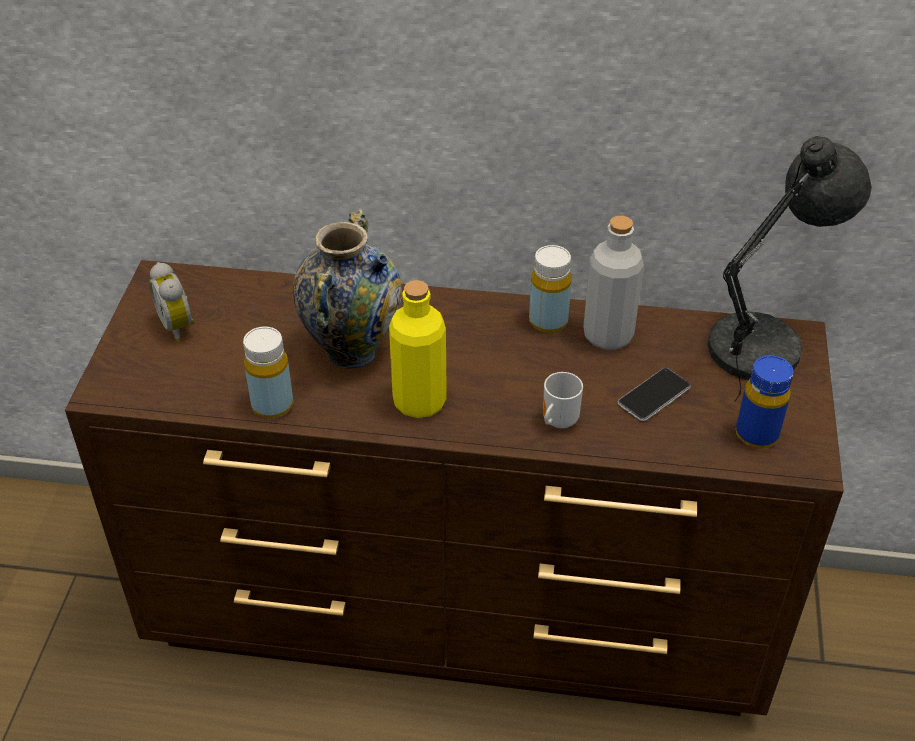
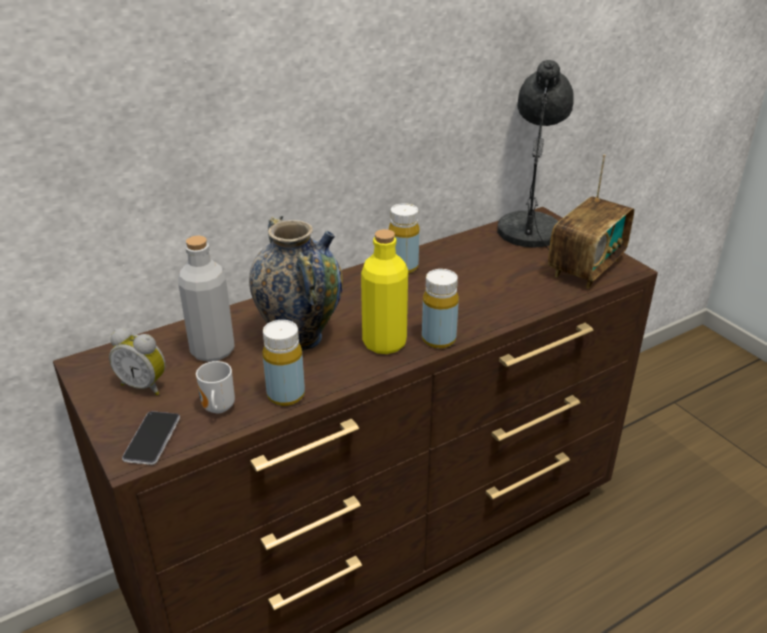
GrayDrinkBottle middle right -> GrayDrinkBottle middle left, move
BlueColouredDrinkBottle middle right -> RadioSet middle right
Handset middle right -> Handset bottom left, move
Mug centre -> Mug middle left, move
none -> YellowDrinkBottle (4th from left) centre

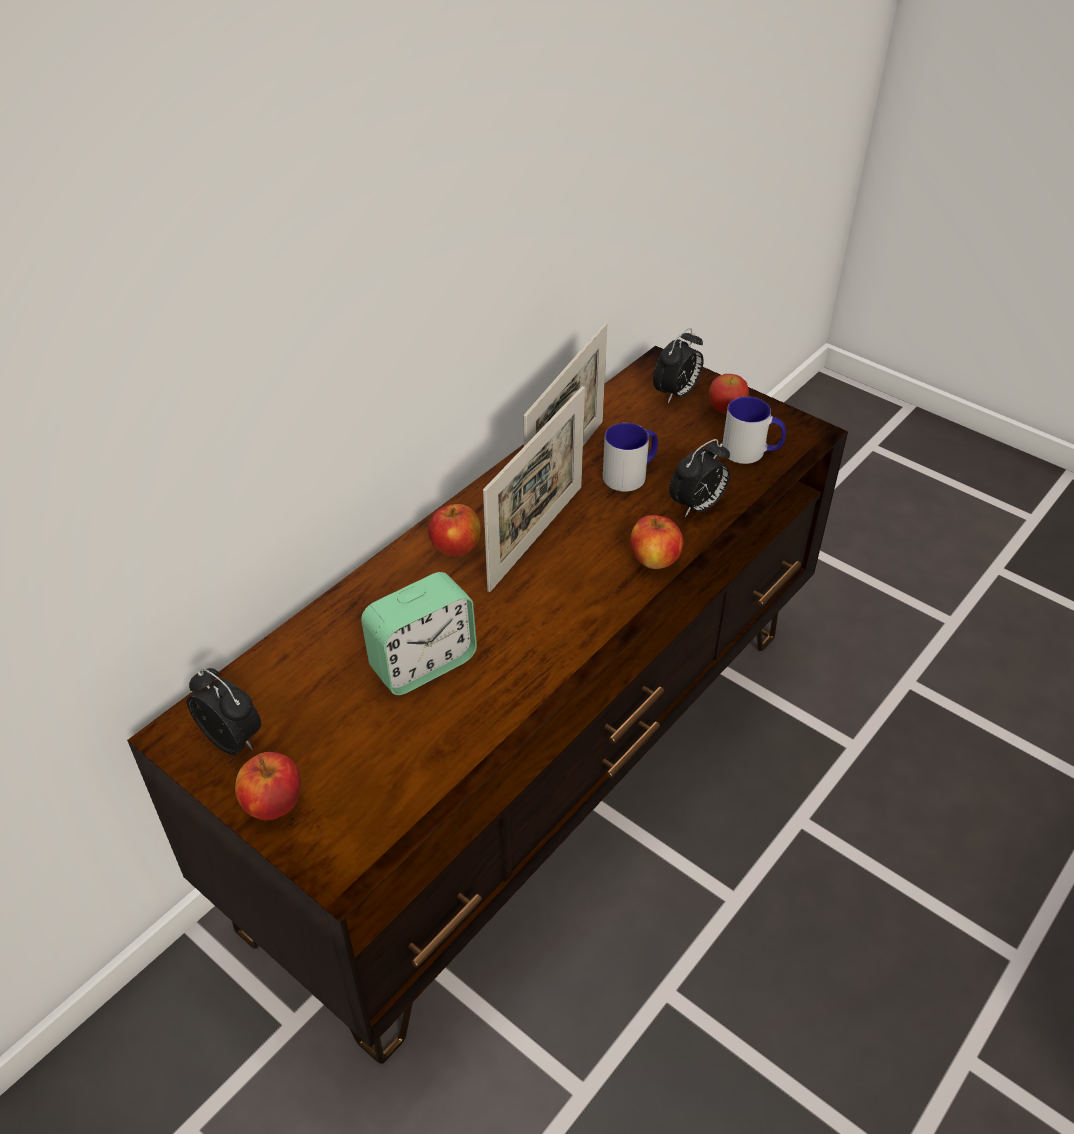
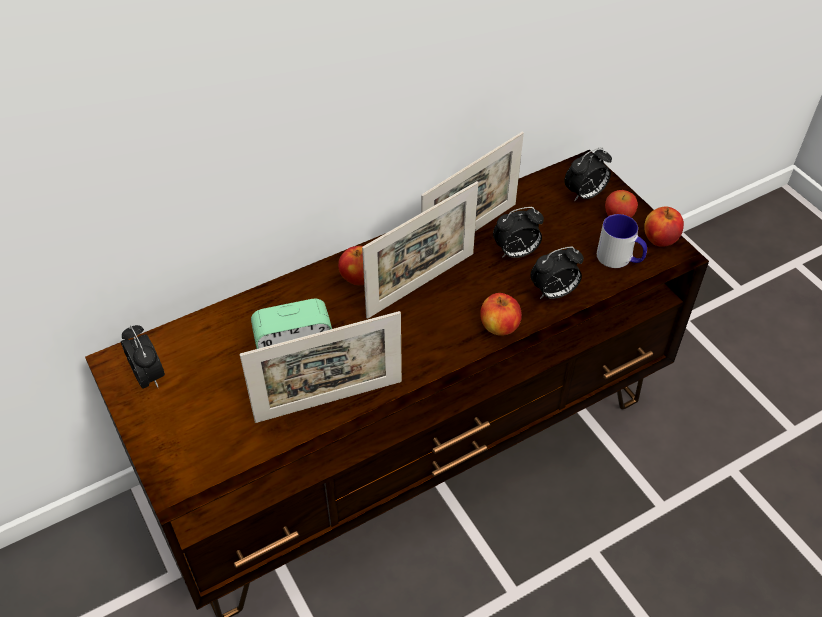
Mug (1st from left) centre -> AlarmClock (3rd from left) centre
WholeApple (1st from left in the first image) bottom left -> WholeApple (4th from left) middle right, move
none -> PictureFrame (1st from left) centre

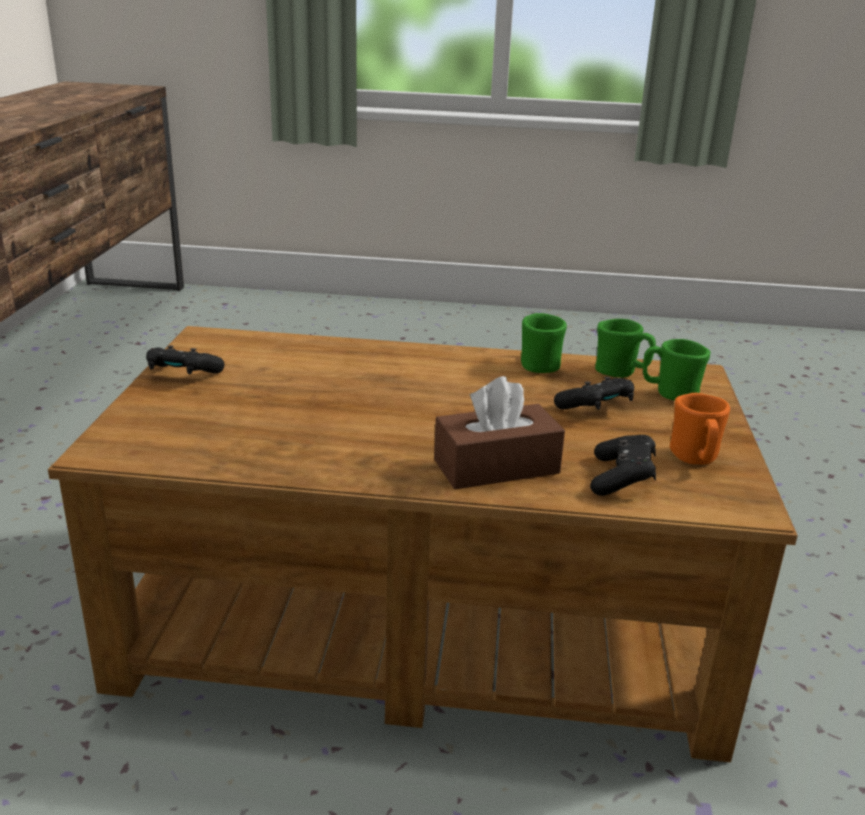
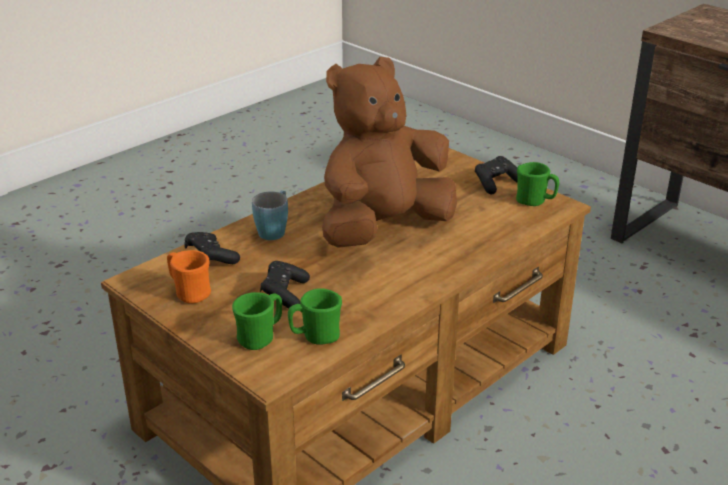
GreenColouredMug (1st from left in the first image) centre -> GreenColouredMug (3rd from left) middle right, move
BrownTissueBox centre -> BlueColouredMug centre
none -> BrownPlushToy top centre

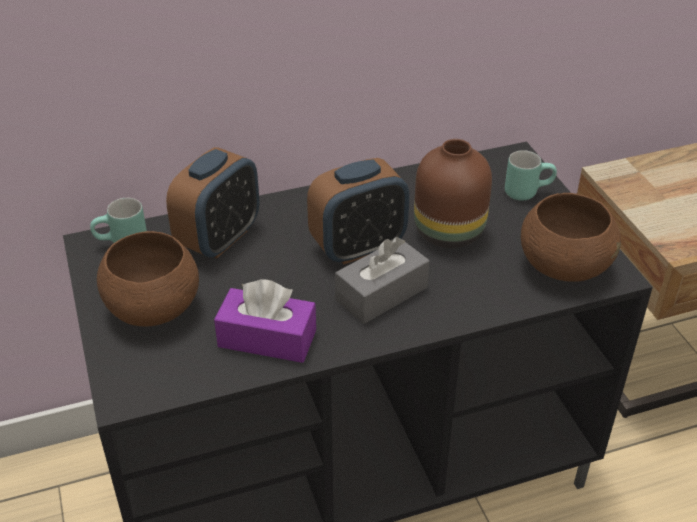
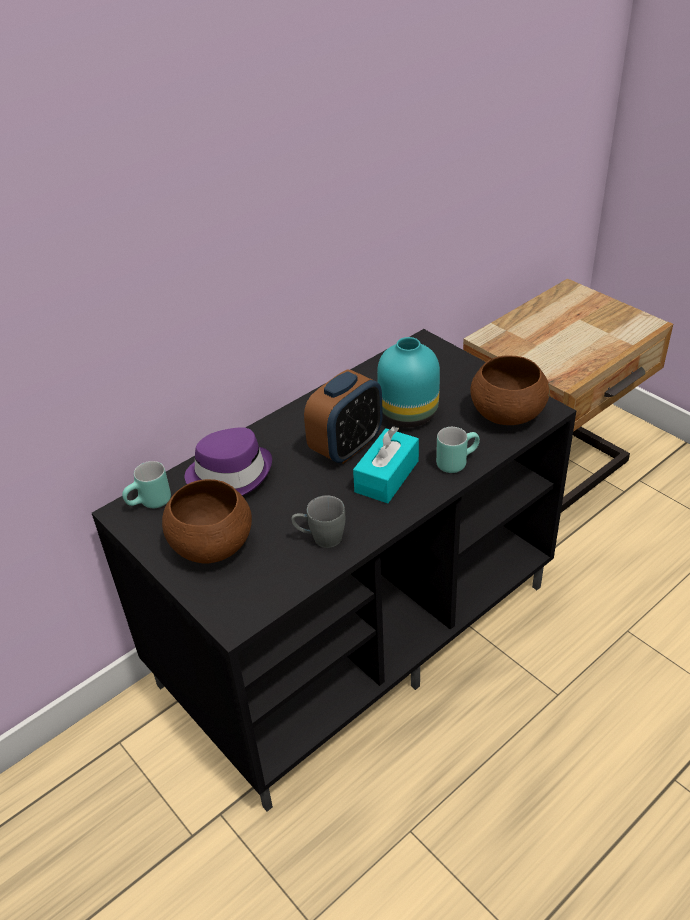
BrownDecorativeVase centre -> TurquoiseColouredDecorativeVase centre
AlarmClock (1st from left) middle left -> PurpleHat middle left
TurquoiseColouredMug (2nd from left) middle right -> TurquoiseColouredMug (2nd from left) centre, move
GrayTissueBox centre -> TurquoiseColouredTissueBox centre
PurpleTissueBox centre -> GrayMug centre

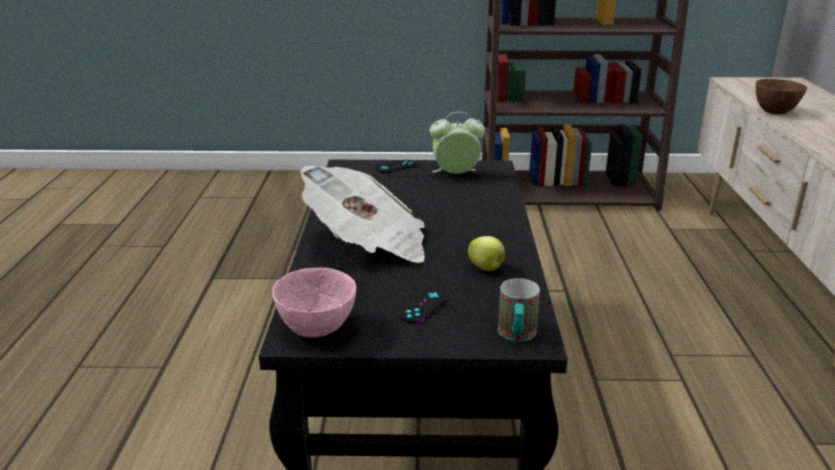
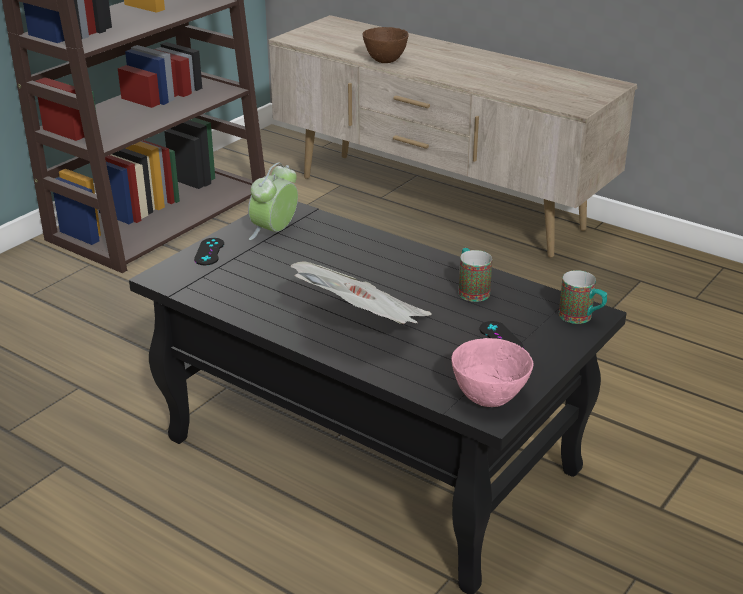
WholeApple centre -> Mug (1st from left) centre

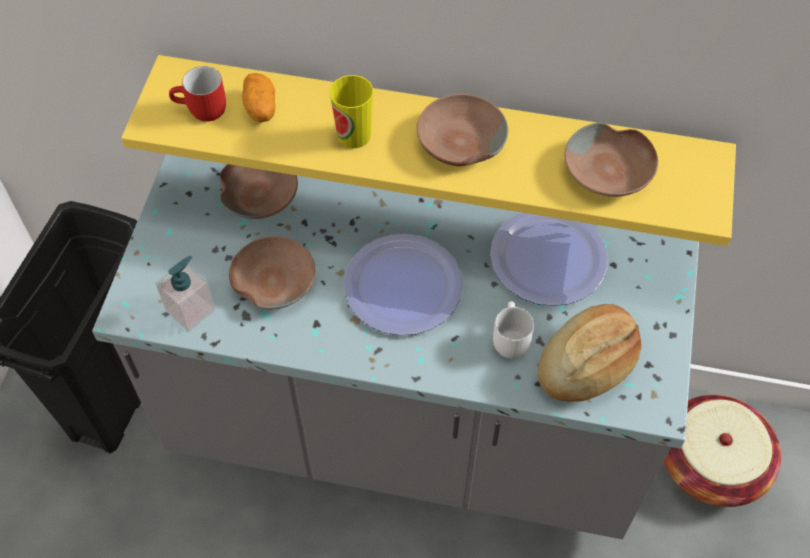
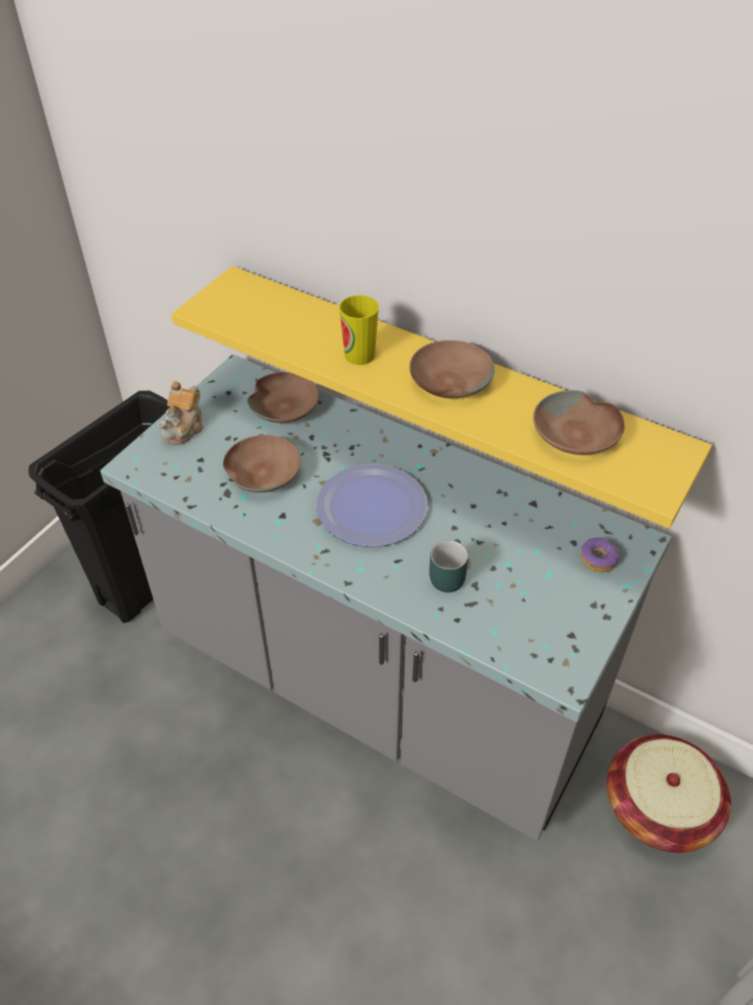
RedColouredMug top left -> none
Spud top left -> none
Plate (2nd from left) middle right -> none
LiquidSoapBottle middle left -> none
WhiteColouredMug centre -> TurquoiseColouredMug centre
BakedBread middle right -> none
none -> Teapot middle left
none -> RingDoughnut middle right

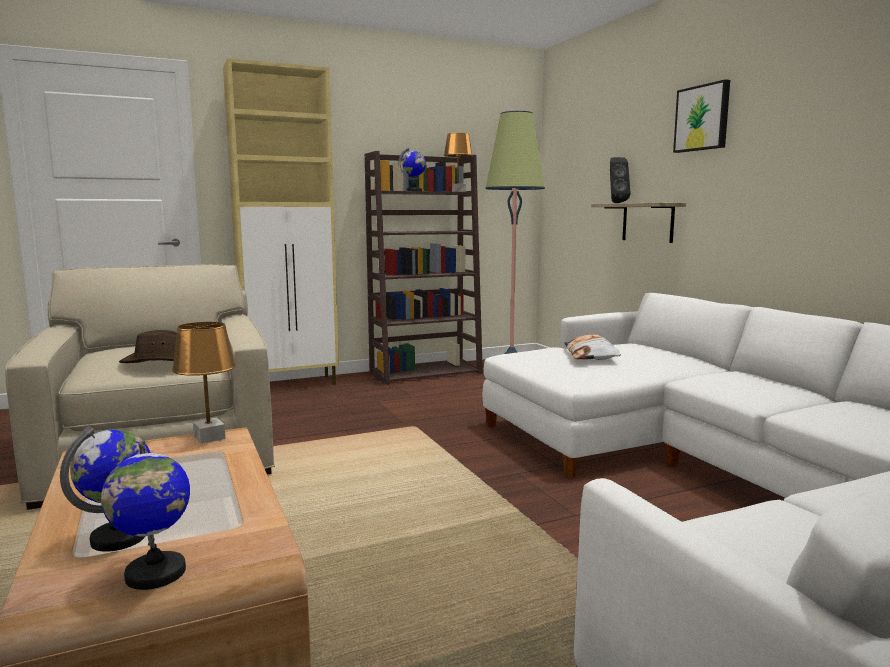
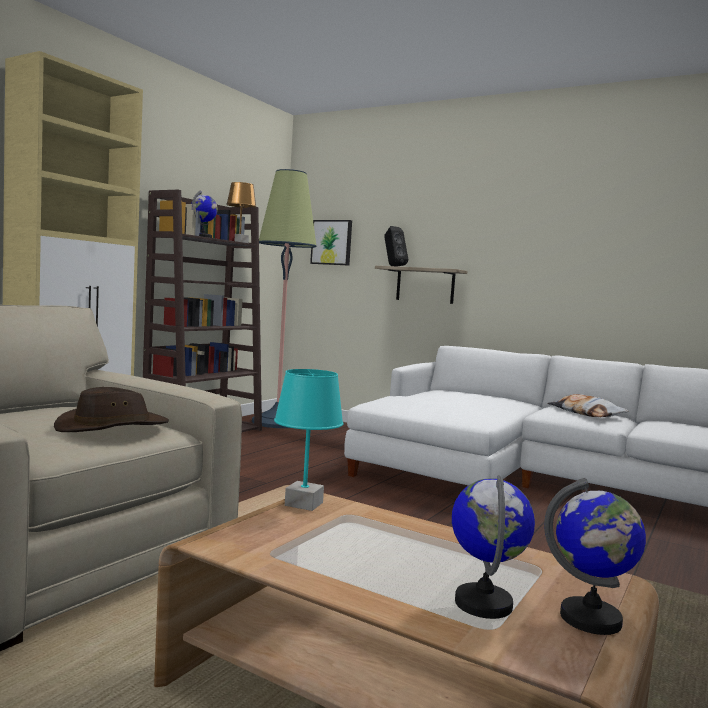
WallPicture top right -> WallPicture centre, move
BrownLampForATable (1st from left) middle left -> TurquoiseColouredLampForATable centre
ThrowPillow centre -> ThrowPillow middle right, move

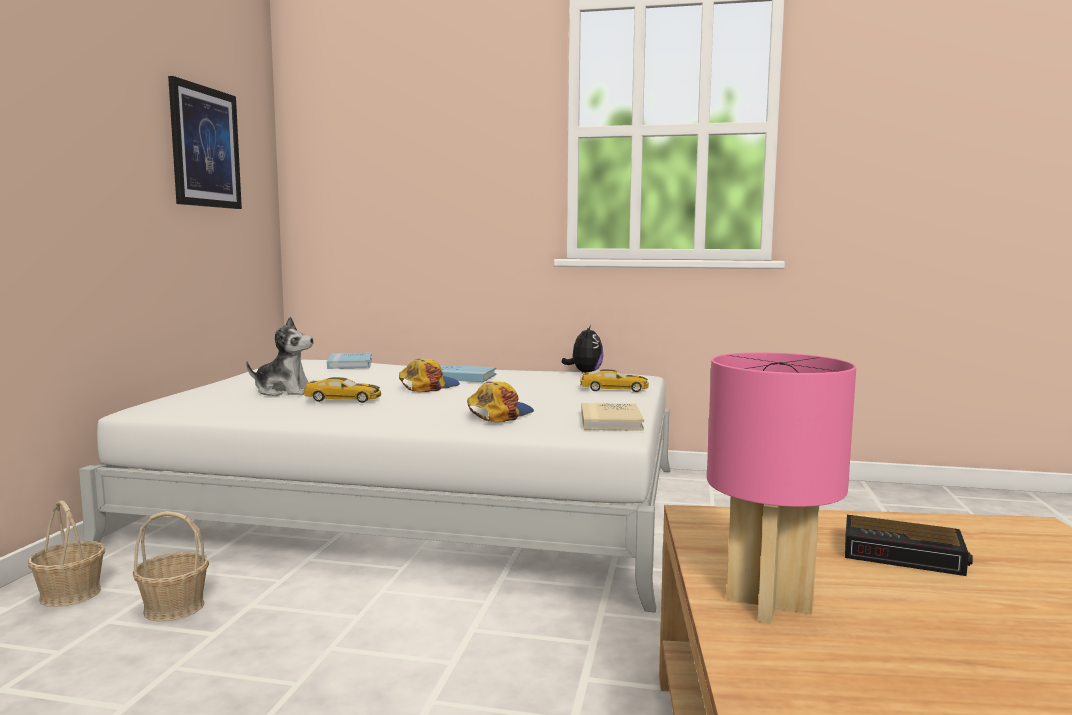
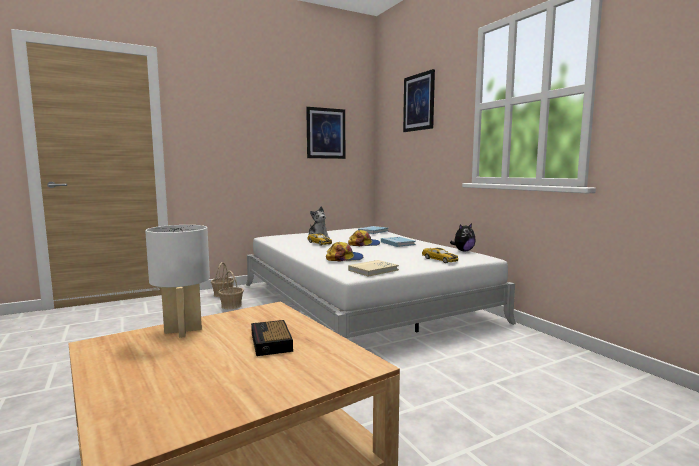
PinkColouredLampForATable bottom right -> WhiteColouredLampForATable middle left
none -> WallPicture (2nd from left) top centre

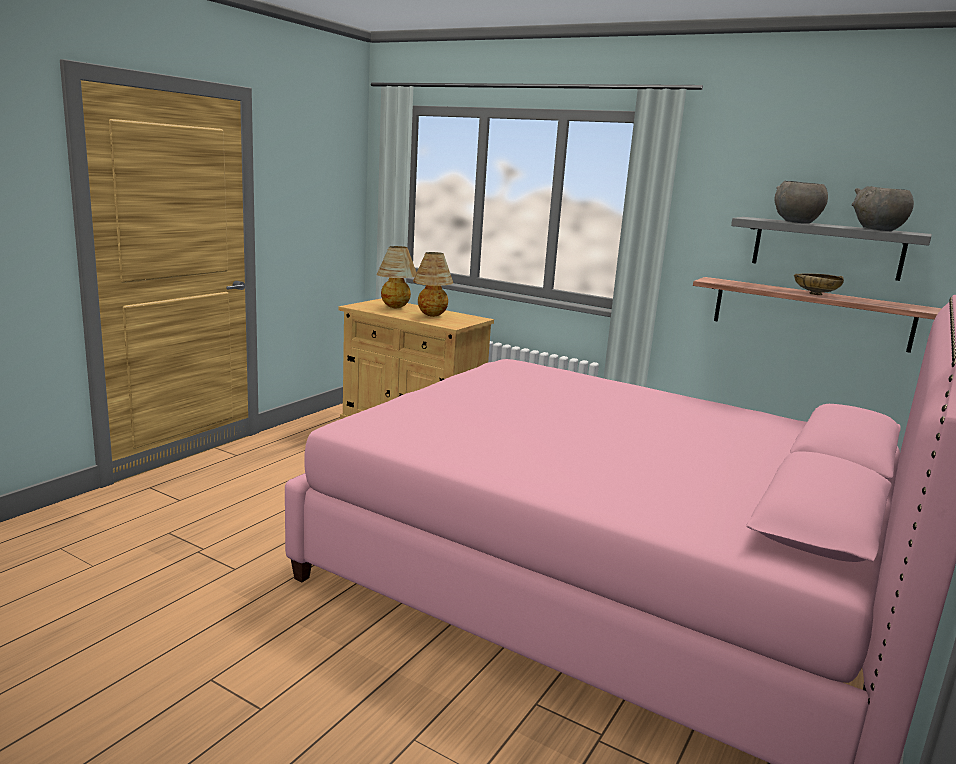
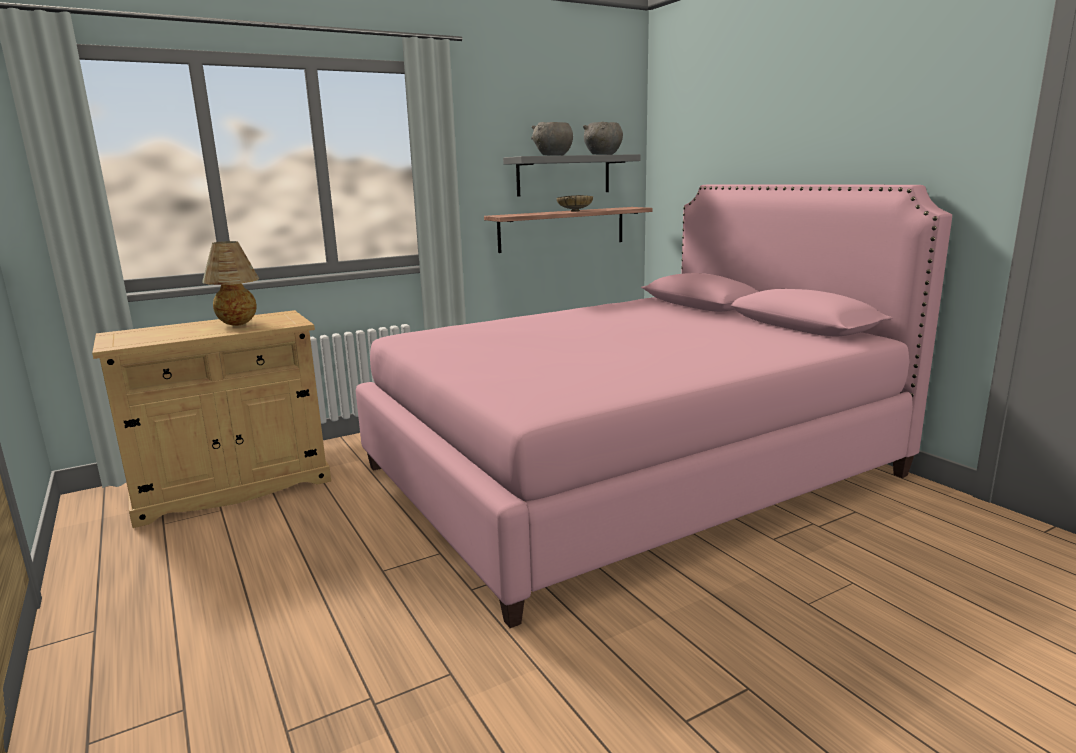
LampForATable (1st from left) centre -> none

